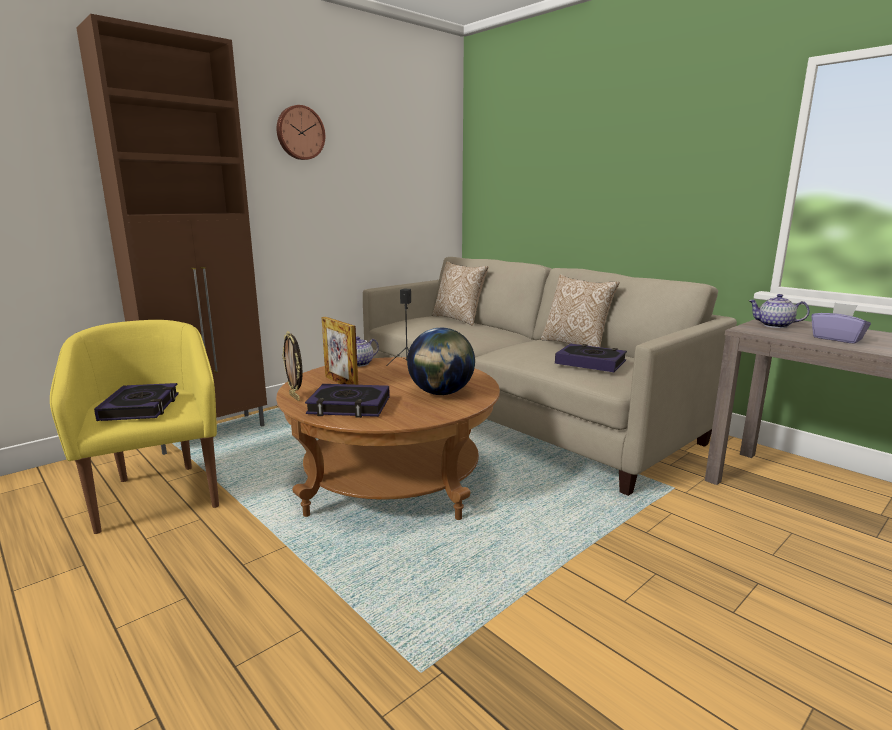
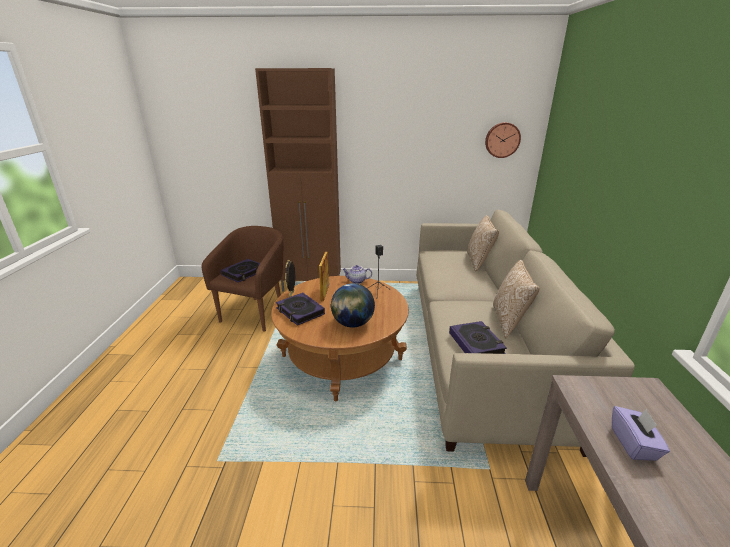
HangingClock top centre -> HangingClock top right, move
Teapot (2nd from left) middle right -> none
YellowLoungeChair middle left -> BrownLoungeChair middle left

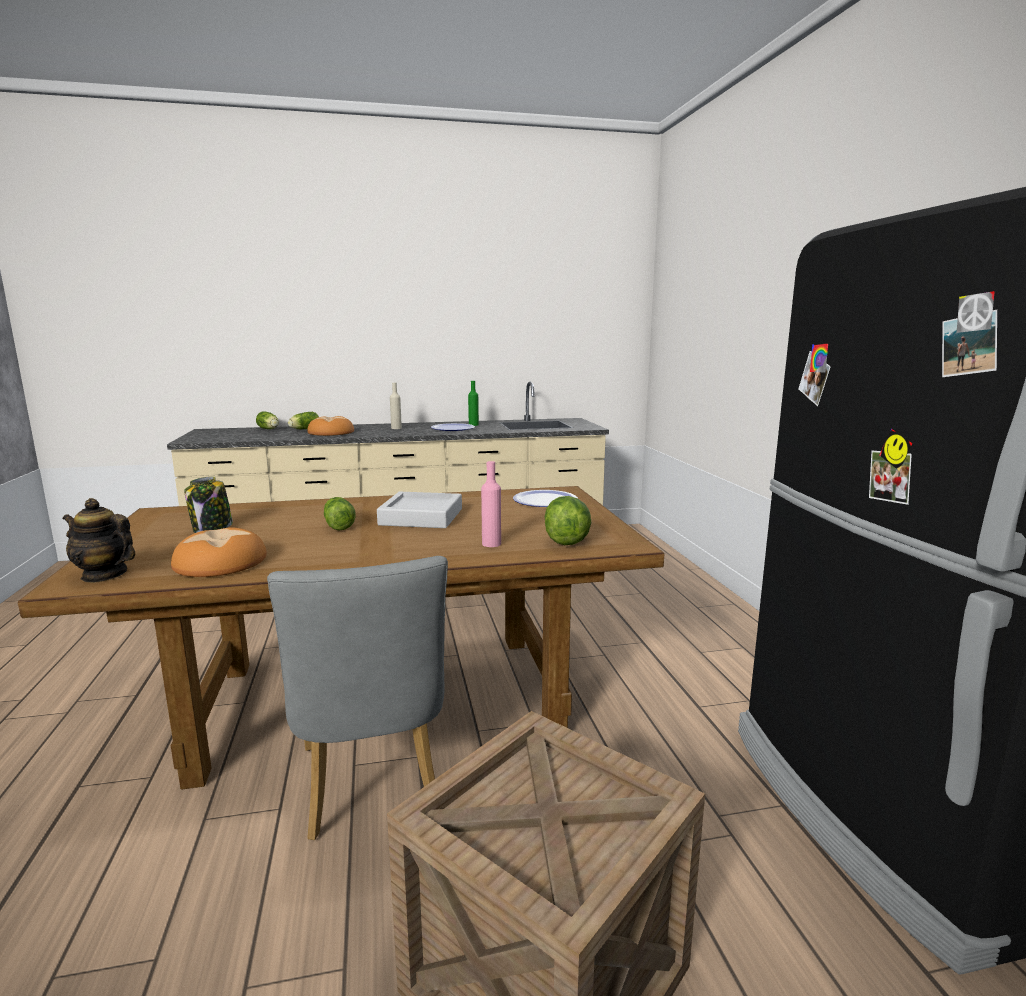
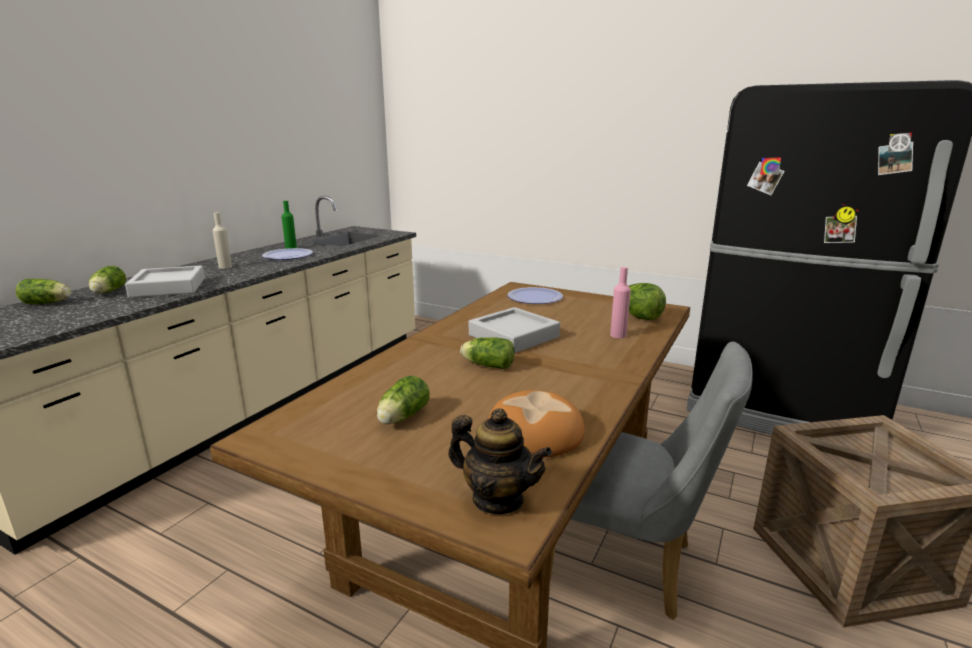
BakedBread (2nd from left) middle left -> GrayServingTray (1st from left) middle left
PreserveJar middle left -> HeadOfLettuce (3rd from left) centre
Teapot middle left -> Teapot bottom centre, 120 degrees counterclockwise

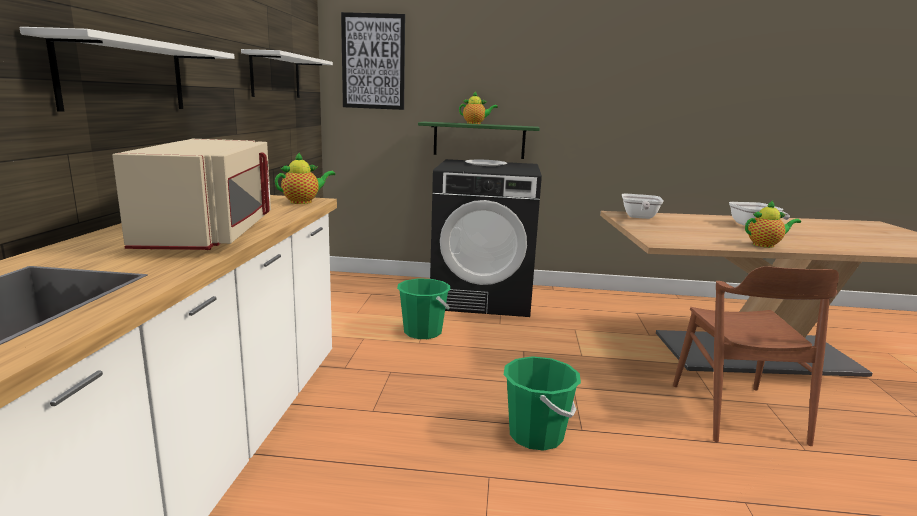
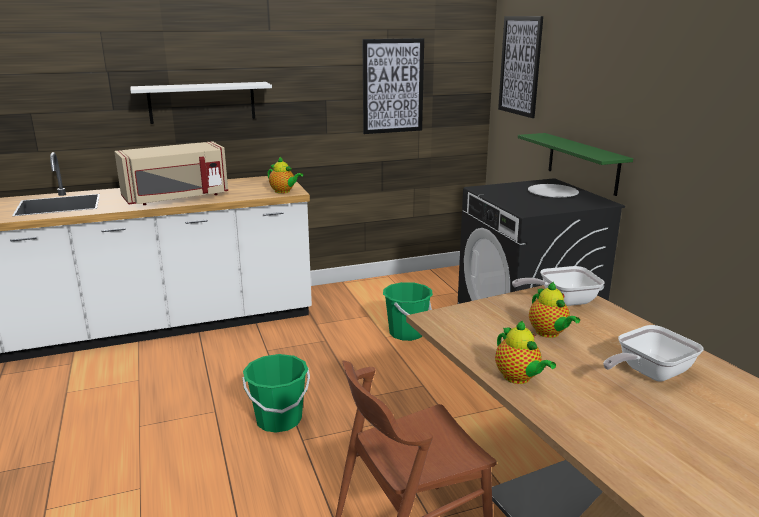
WhiteColouredBracketShelf (2nd from left) top left -> WallPicture (1st from left) top centre
Teapot (2nd from left in the first image) top centre -> Teapot (3rd from left) middle right, move

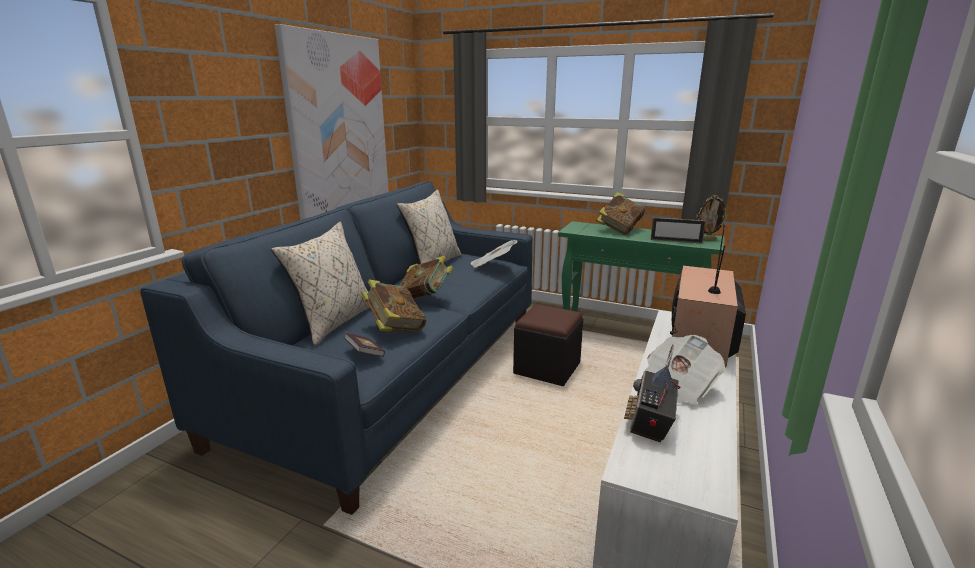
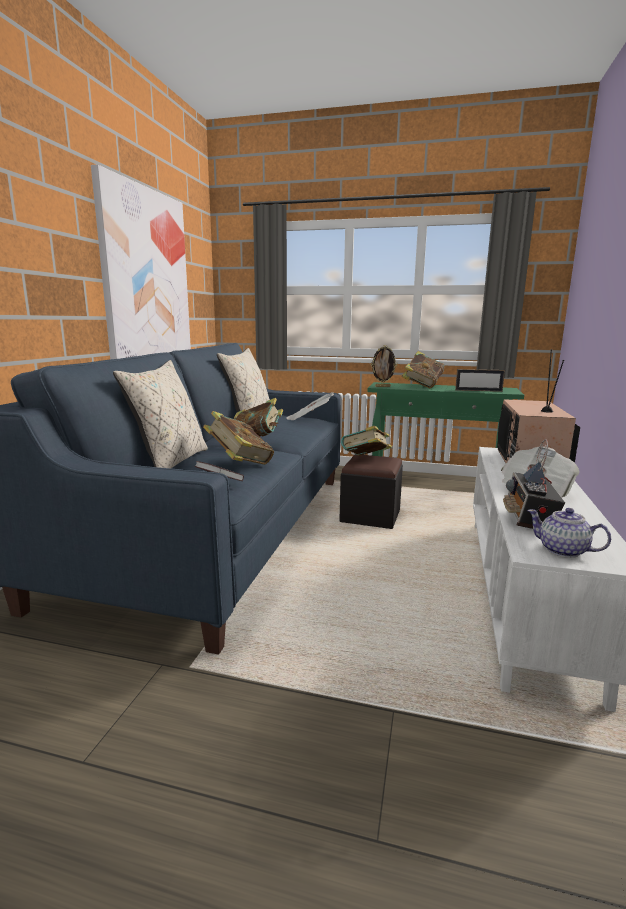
PictureFrame (2nd from left in the first image) middle right -> PictureFrame (1st from left) centre, move
none -> BoundBook (4th from left) centre
none -> Teapot middle right

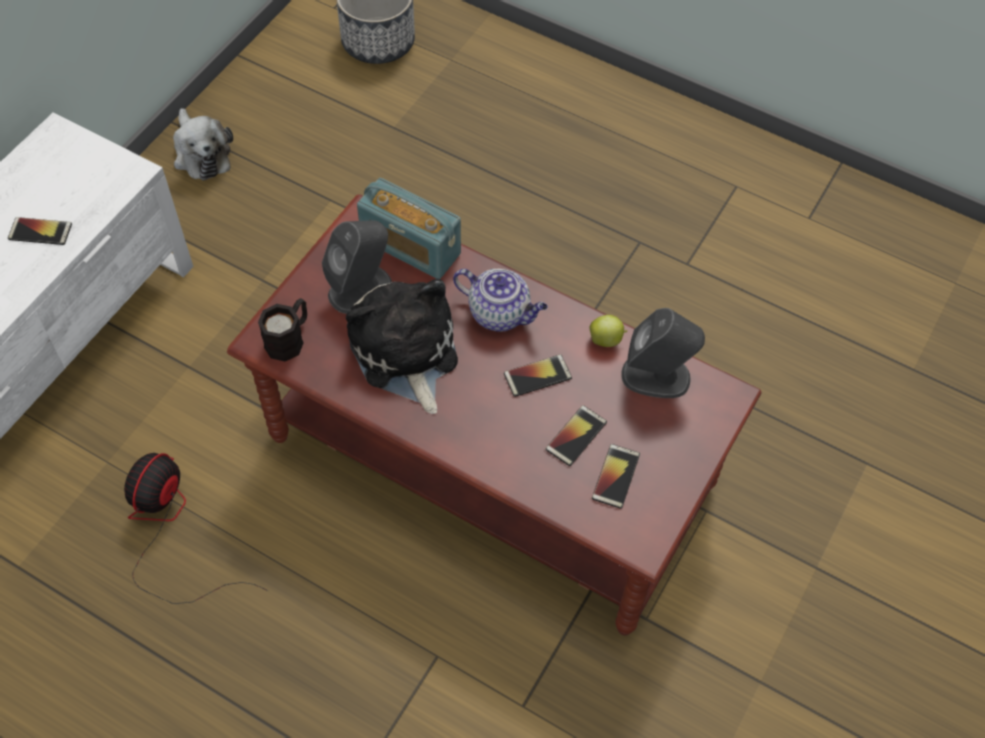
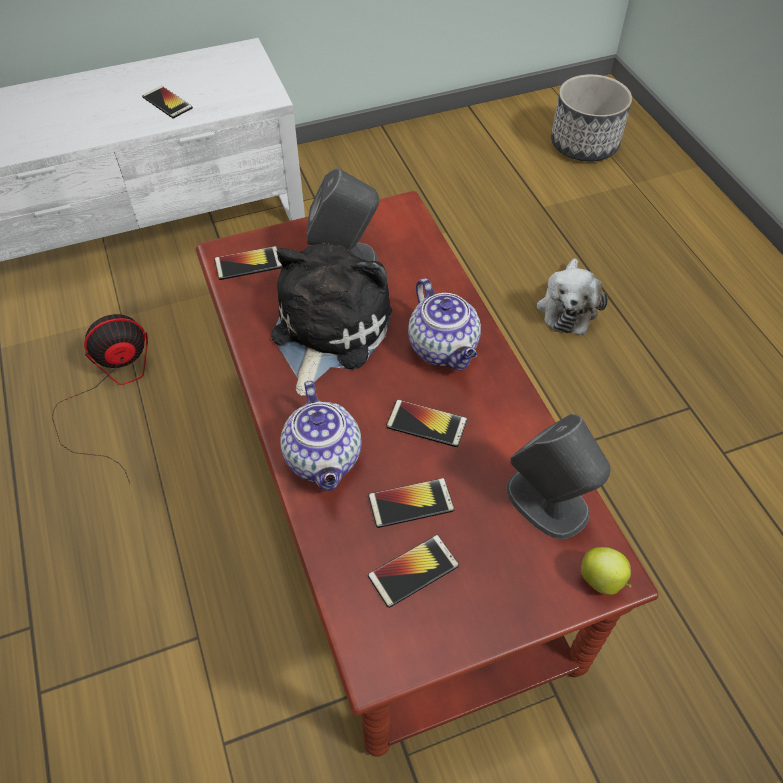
PlushToy (1st from left in the first image) top left -> PlushToy (2nd from left) middle right, move
RadioSet top centre -> none
BlackColouredMug middle left -> Handset (2nd from left) middle left
WholeApple centre -> WholeApple bottom right, move
none -> Teapot (1st from left) centre

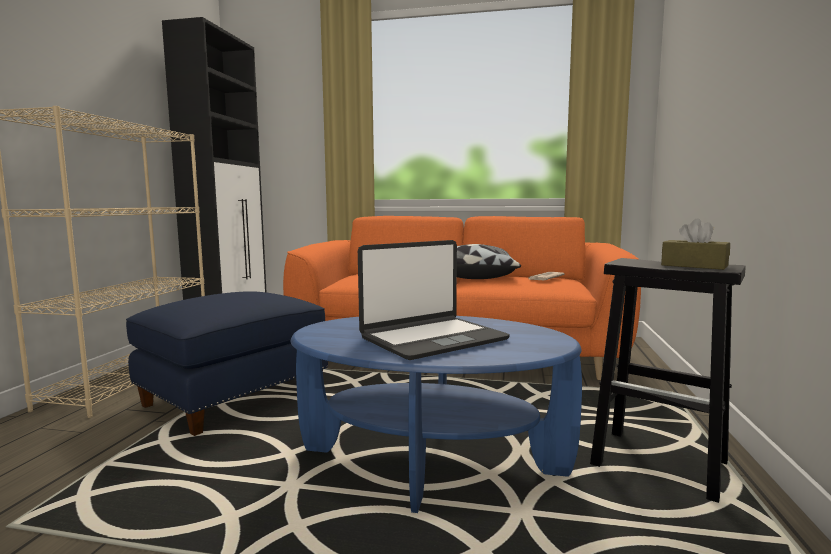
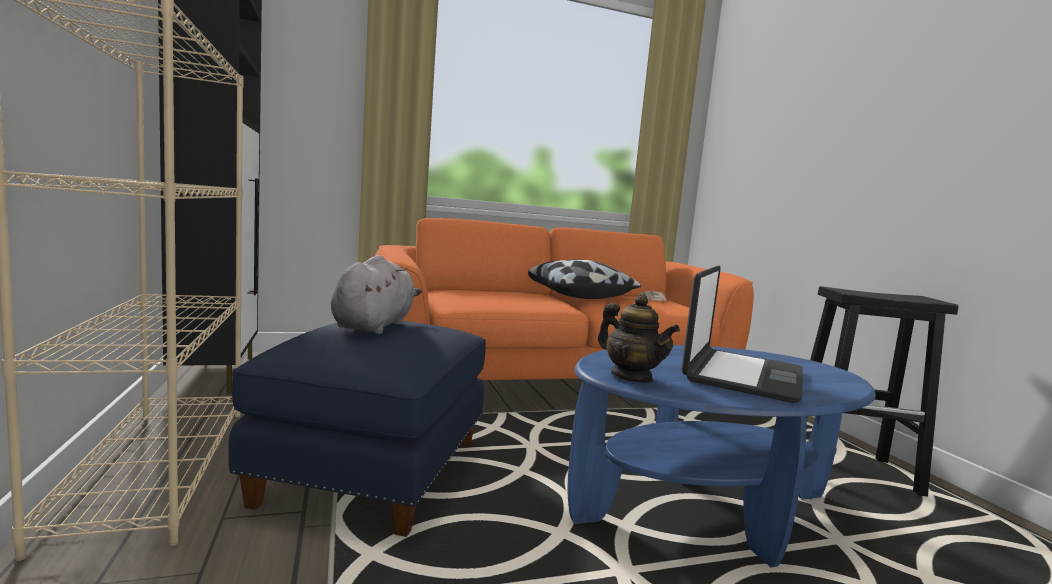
BrownTissueBox middle right -> none
none -> GrayPlushToy centre
none -> Teapot centre

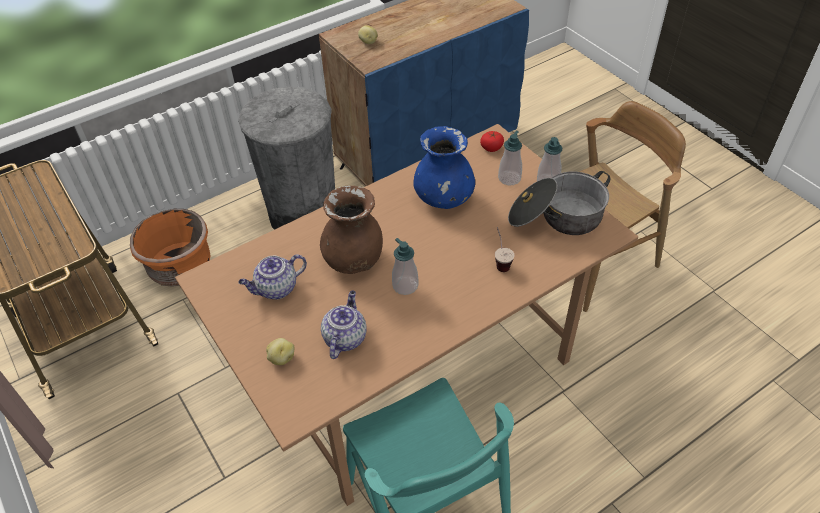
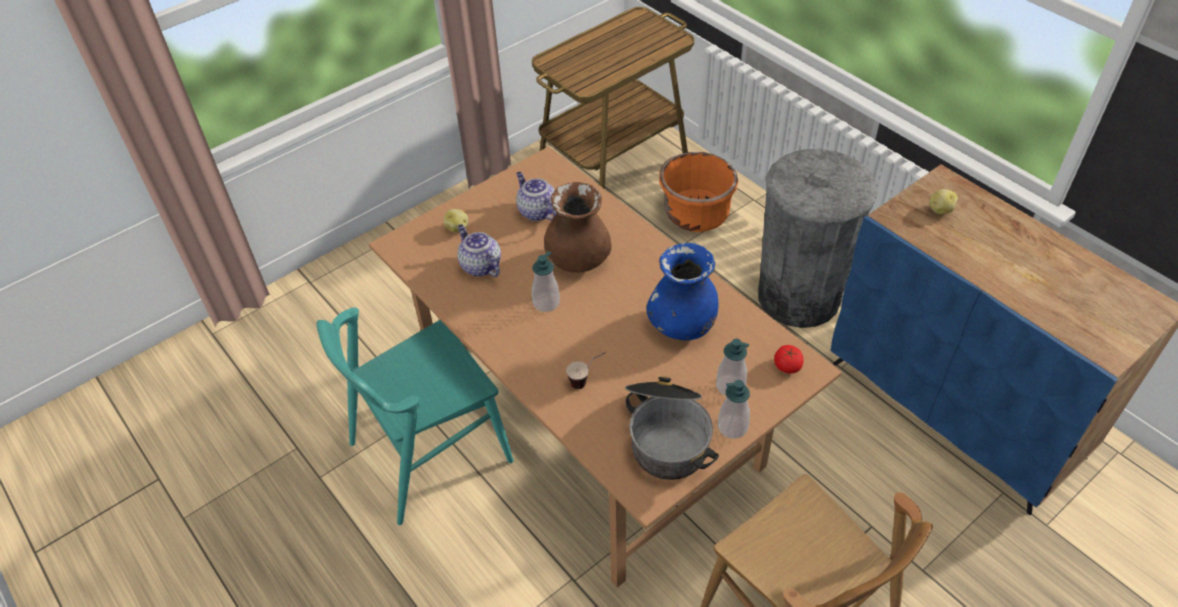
Teapot (2nd from left in the first image) centre -> Teapot (1st from left) centre, 135 degrees counterclockwise

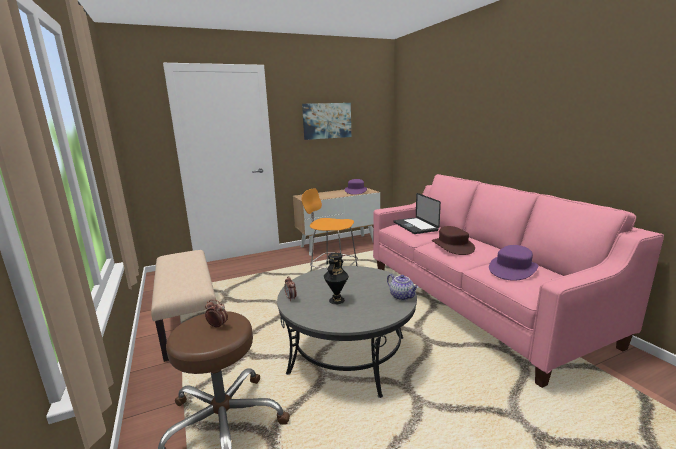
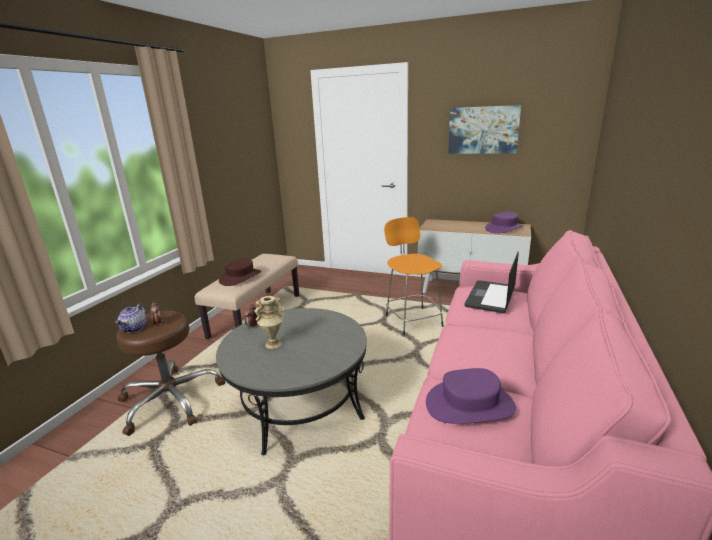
BrownHat middle right -> BrownHat centre, move
BlackColouredDecorativeVase centre -> BeigeColouredDecorativeVase centre
Teapot centre -> Teapot middle left, move

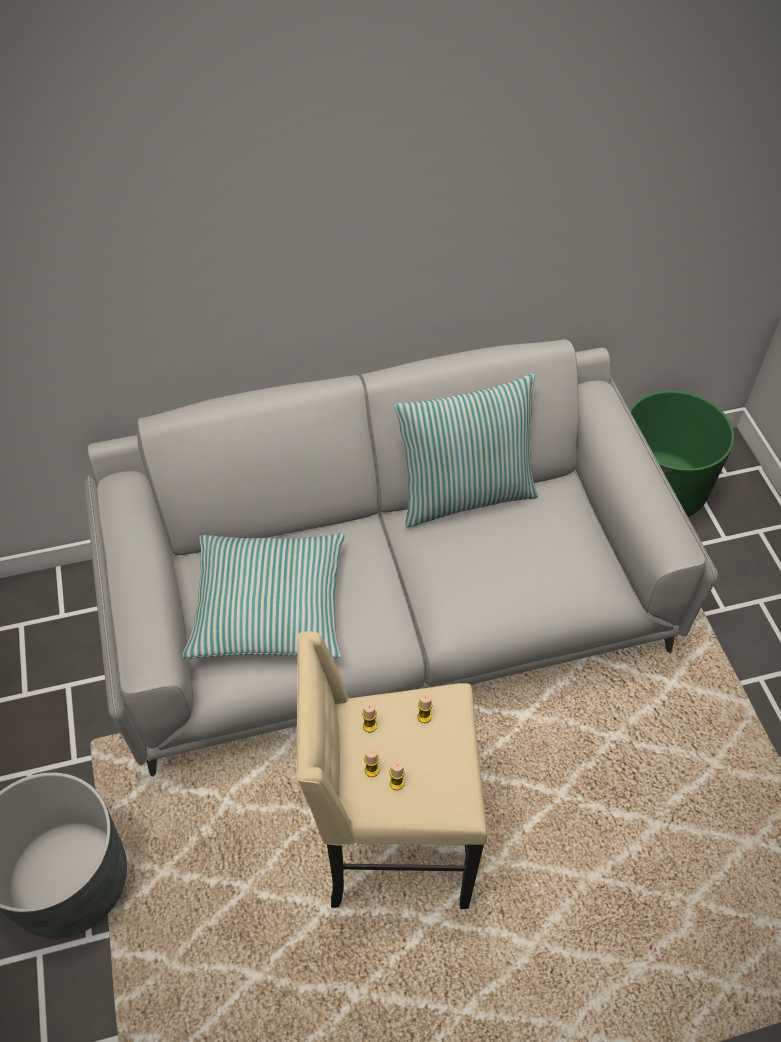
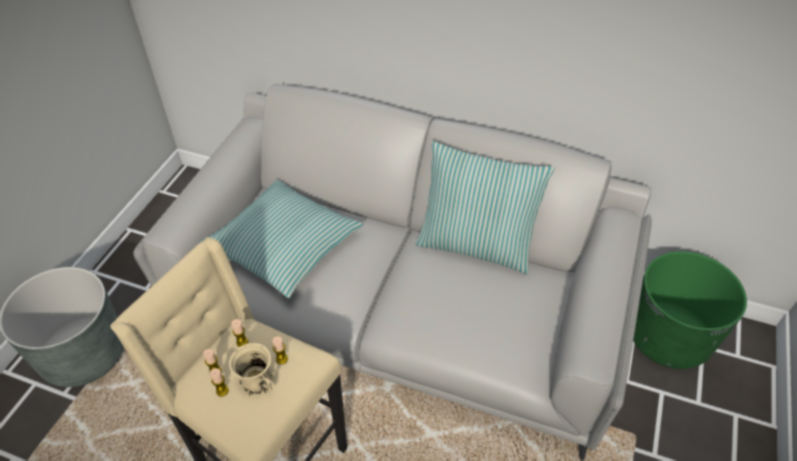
none -> BeigeColouredMug bottom left

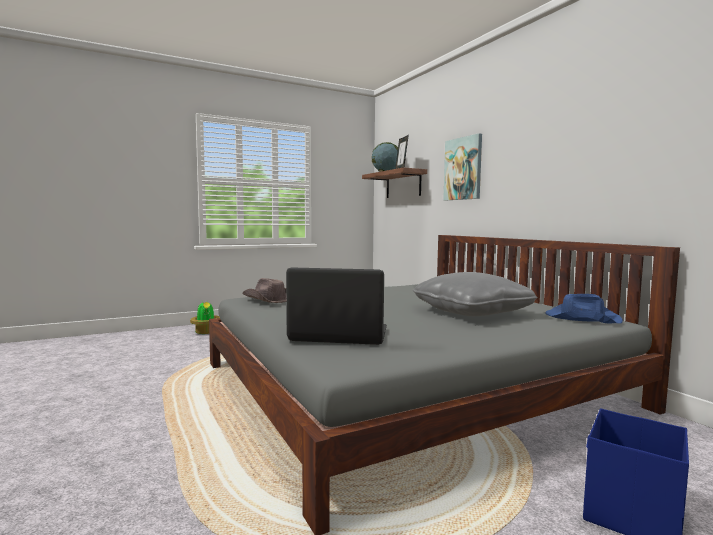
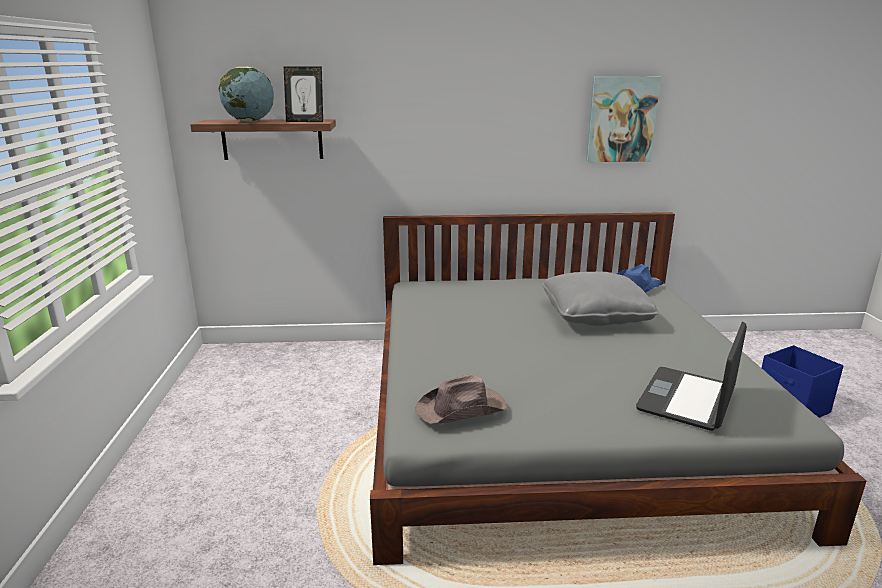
WallPicture top centre -> WallPicture top right, move
PlantInAPot middle left -> none

